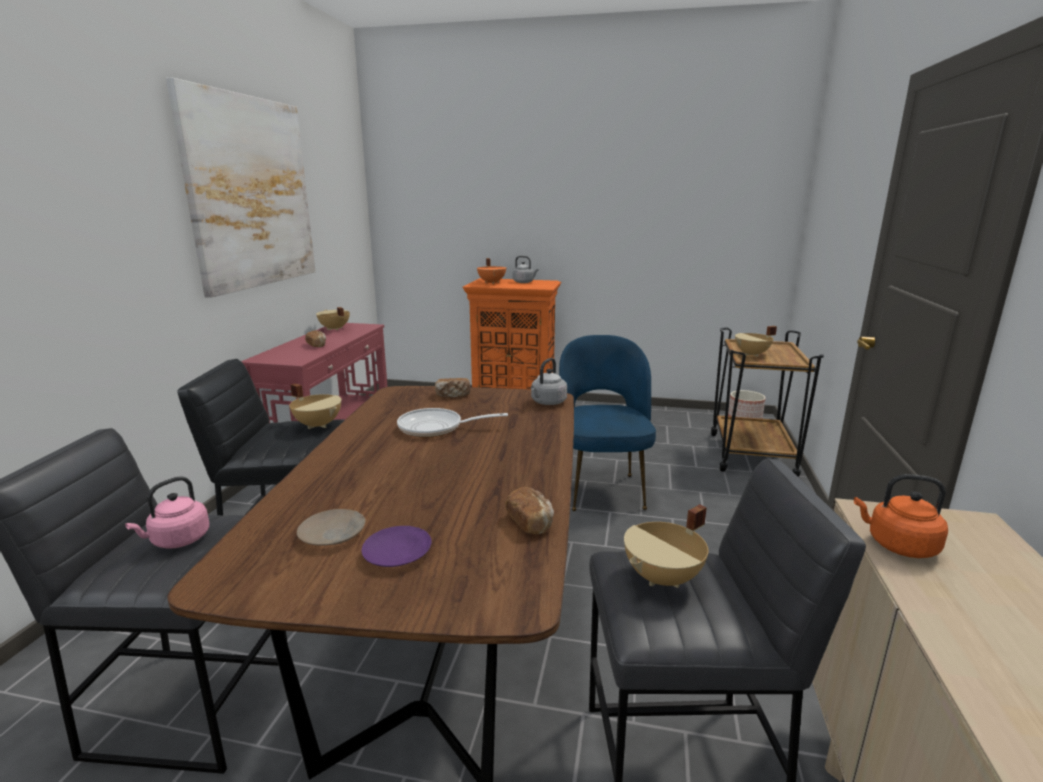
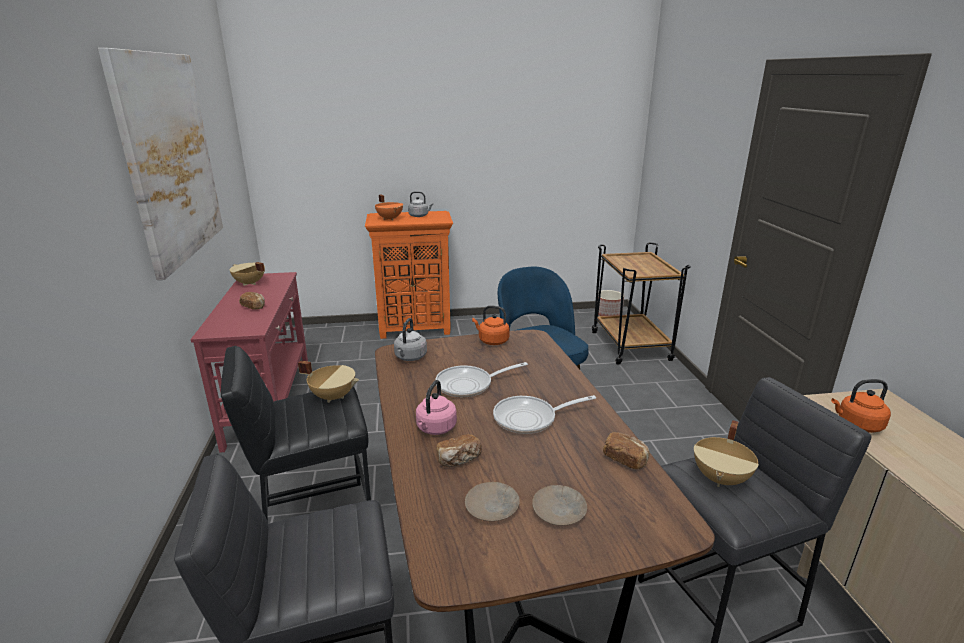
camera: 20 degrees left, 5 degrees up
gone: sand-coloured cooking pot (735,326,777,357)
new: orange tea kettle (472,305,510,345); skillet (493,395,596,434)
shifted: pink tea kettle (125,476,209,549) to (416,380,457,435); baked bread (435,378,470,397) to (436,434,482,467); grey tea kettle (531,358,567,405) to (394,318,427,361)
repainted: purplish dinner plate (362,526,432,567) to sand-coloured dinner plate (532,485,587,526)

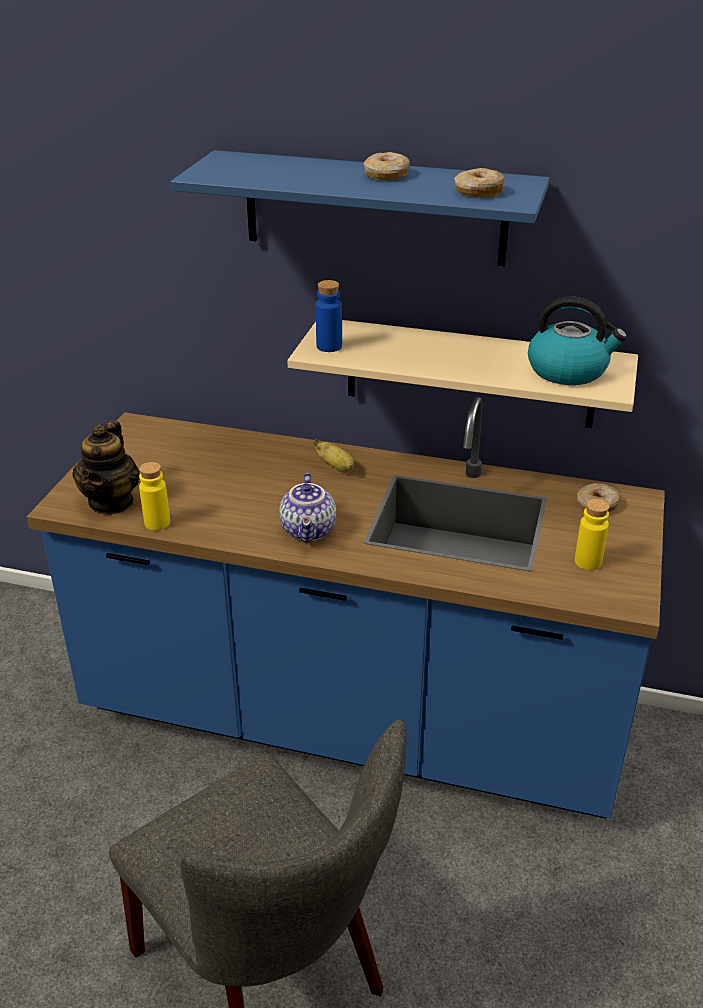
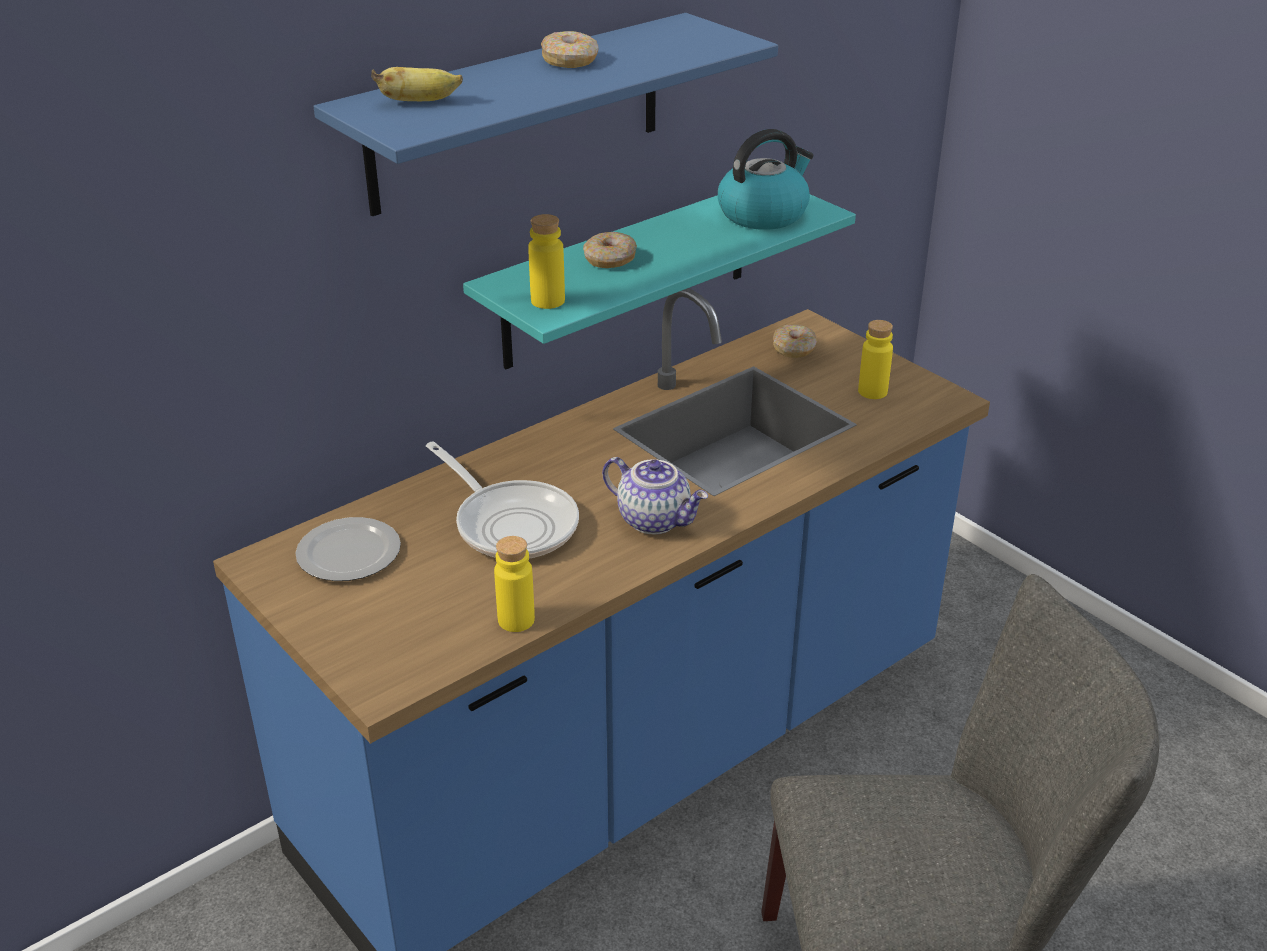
camera: 55 degrees left, 0 degrees up
gone: pot for tea (72,421,140,514)
new: dinner plate (295,517,401,581); skillet (426,442,579,558)
shifted: whole banana (314,439,354,472) to (371,67,463,101); ring doughnut (454,168,505,197) to (583,232,637,268)
repainted: sand-coloured bracket shelf (287,320,638,428) to turquoise-coloured bracket shelf (463,194,856,369); blue-coloured drink bottle (316,280,342,352) to yellowish drink bottle (528,214,565,309)

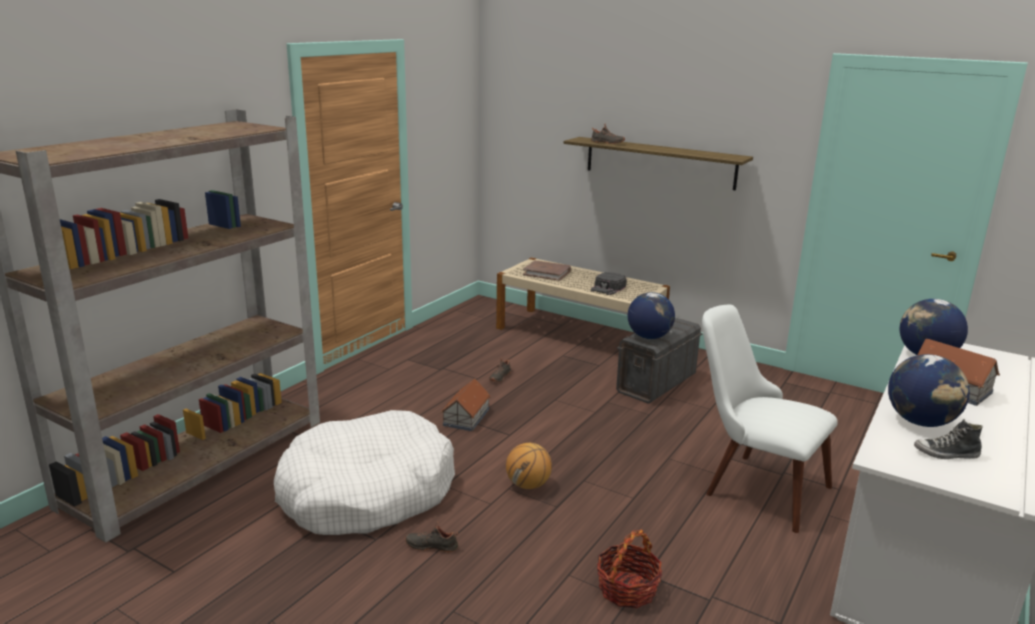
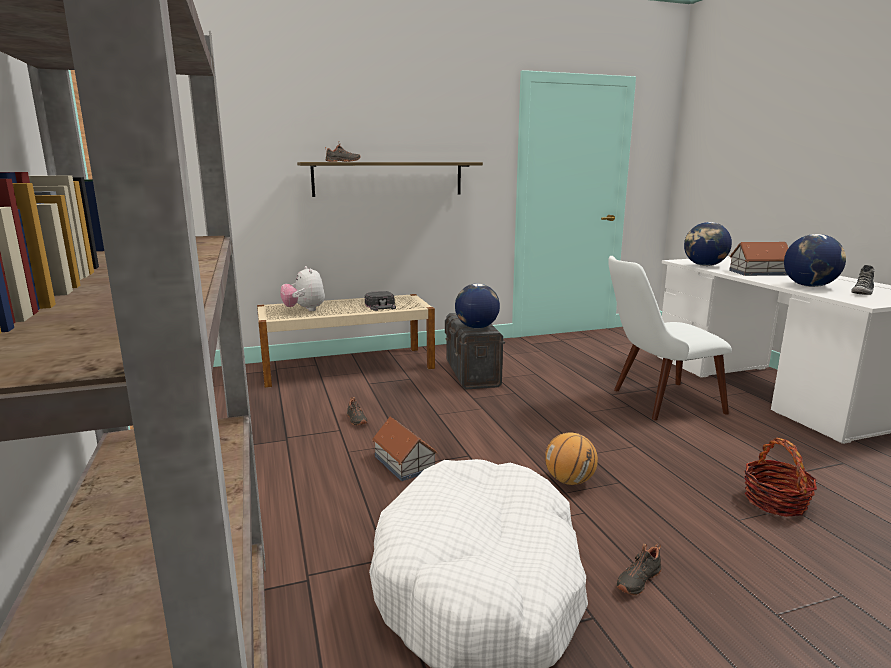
camera: 50 degrees left, 5 degrees down
swapped: brownish volume (523,260,571,281) to soft toy (281,266,325,311)

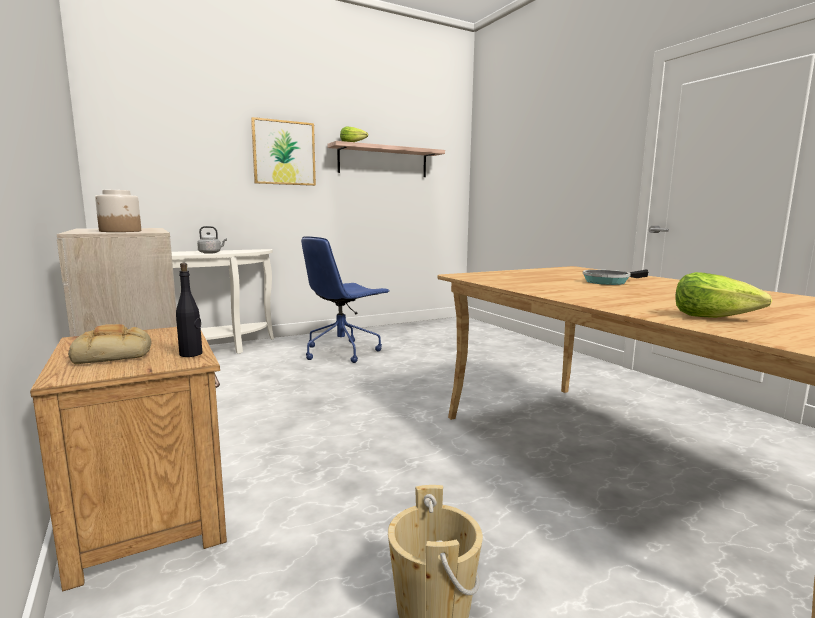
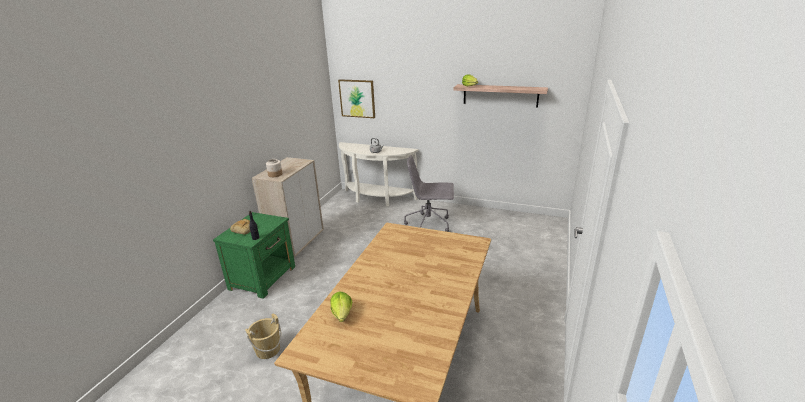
camera: 50 degrees right, 15 degrees up
gone: skillet (583,270,649,285)
shifted: wall picture (251,117,316,186) to (338,79,375,118)
repainted: brownish night table (30,327,227,592) to greenish night table (213,212,295,299); blue-coloured office chair (301,236,389,363) to grey office chair (404,155,454,232)

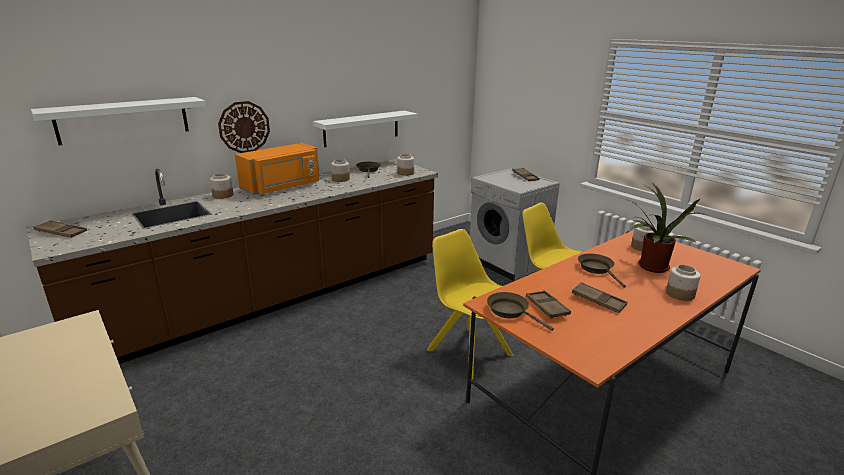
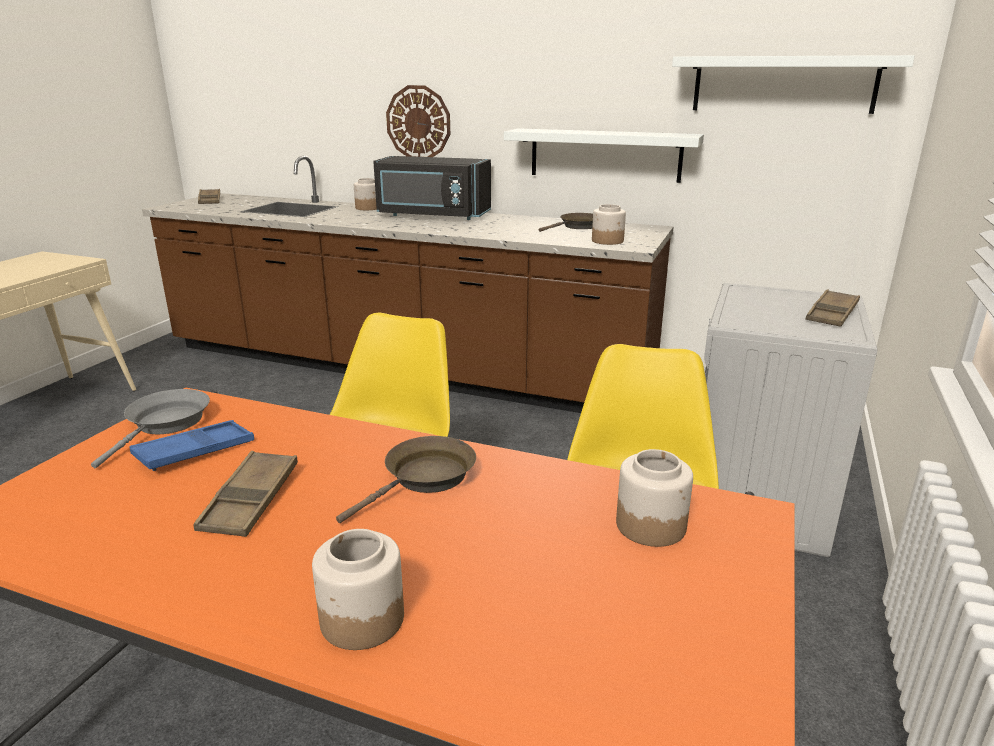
camera: 60 degrees right, 0 degrees up
gone: storage jar (331,159,350,182); houseplant (625,183,708,273)
shifted: whitish bracket shelf (31,97,206,146) to (672,55,915,114)
repainted: orange microwave oven (235,143,320,195) to black-coloured microwave oven (373,156,491,220); brownish skillet (487,292,554,331) to grey skillet (91,389,210,468); brownish tray (526,290,571,318) to blue-coloured tray (129,420,254,471)

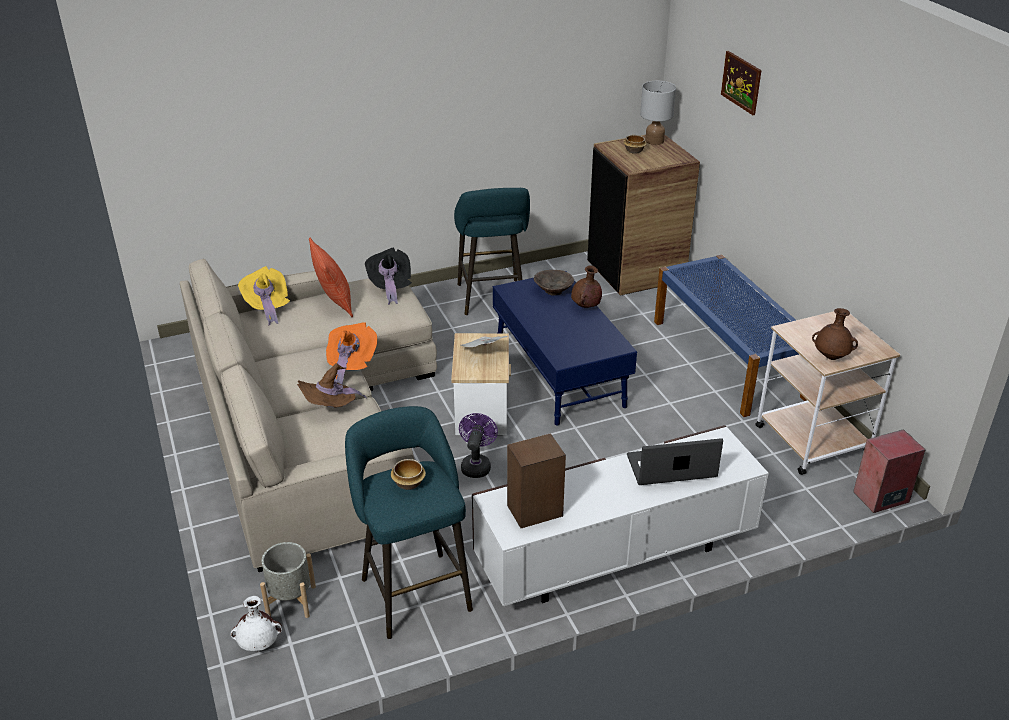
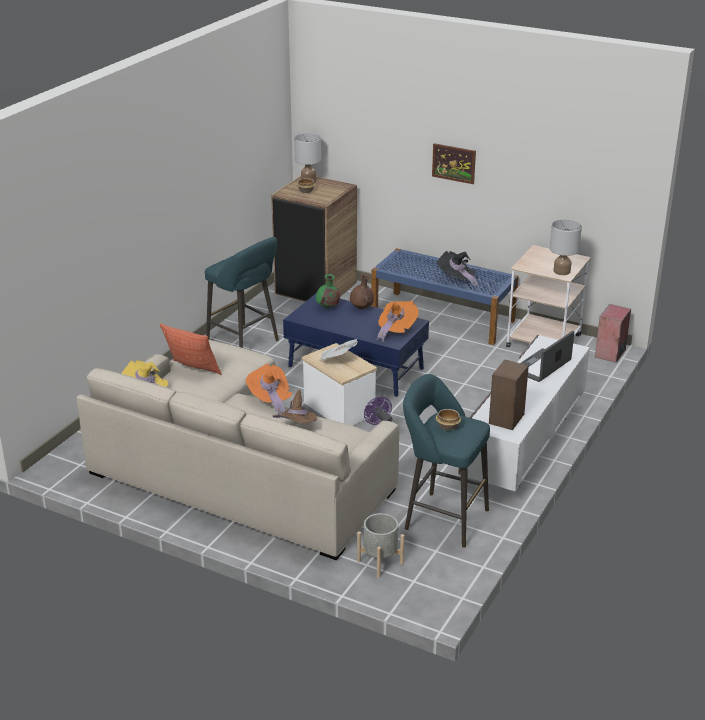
camera: 40 degrees left, 5 degrees down
gone: whitish decorative vase (230,596,282,651)
new: orange clothing hat (376,301,419,342)
shifted: black-coloured clothing hat (365,247,412,305) to (437,251,479,289); wall picture (721,51,762,115) to (432,143,476,184)
swapped: brownish deep dish (534,270,574,296) to greenish decorative vase (316,274,340,308); brownish decorative vase (812,308,858,360) to grey tabletop lamp (550,219,582,275)

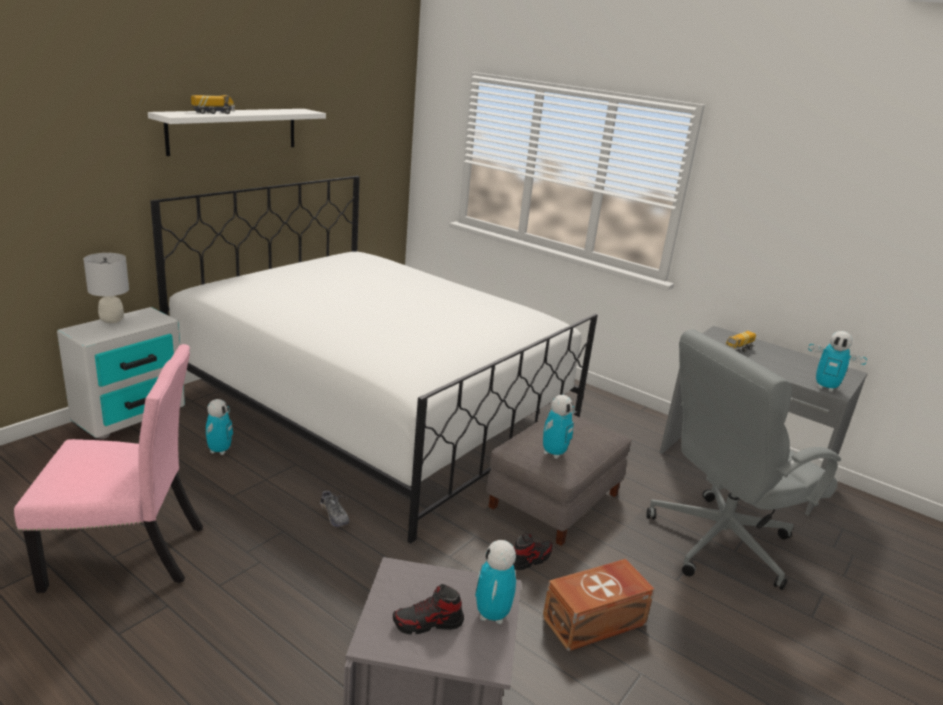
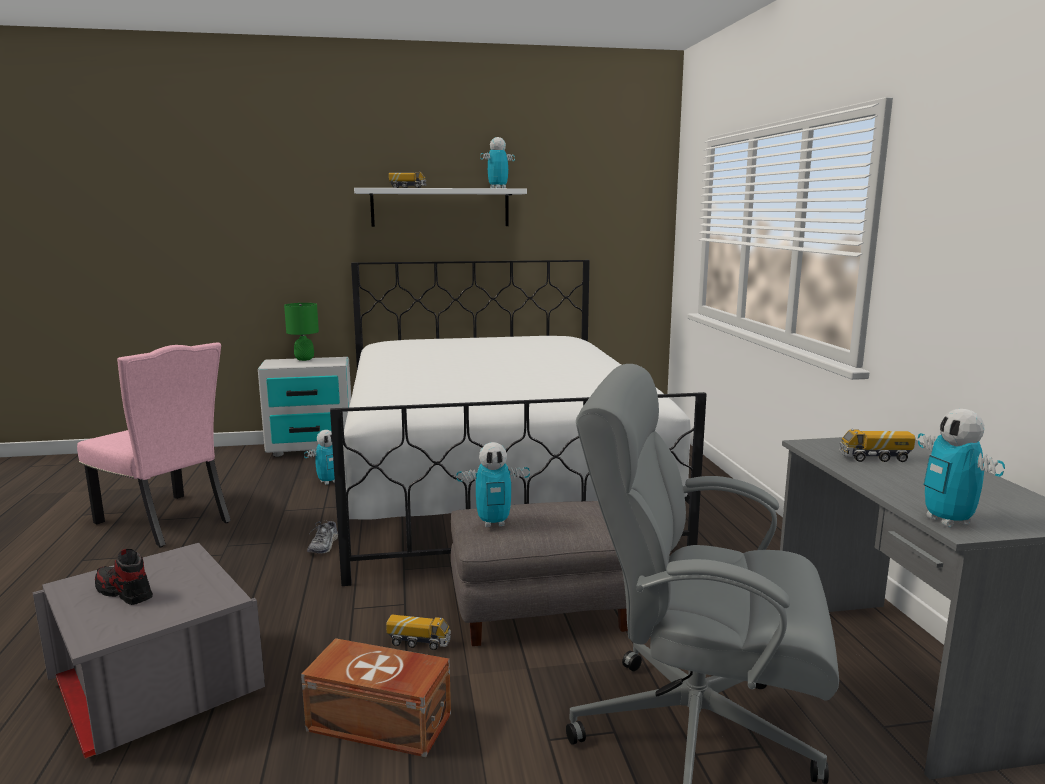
camera: 45 degrees right, 10 degrees down
shifted: model robot (475,540,516,624) to (480,137,515,188)
swapped: shoe (513,533,553,570) to toy truck (386,615,451,650)
repainted: grey tabletop lamp (83,253,129,323) to greenish tabletop lamp (284,303,319,361)

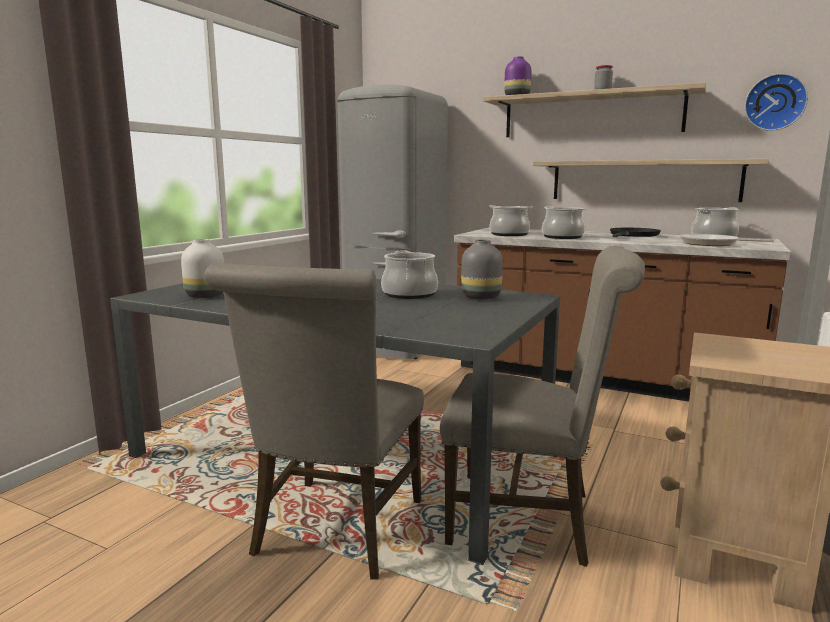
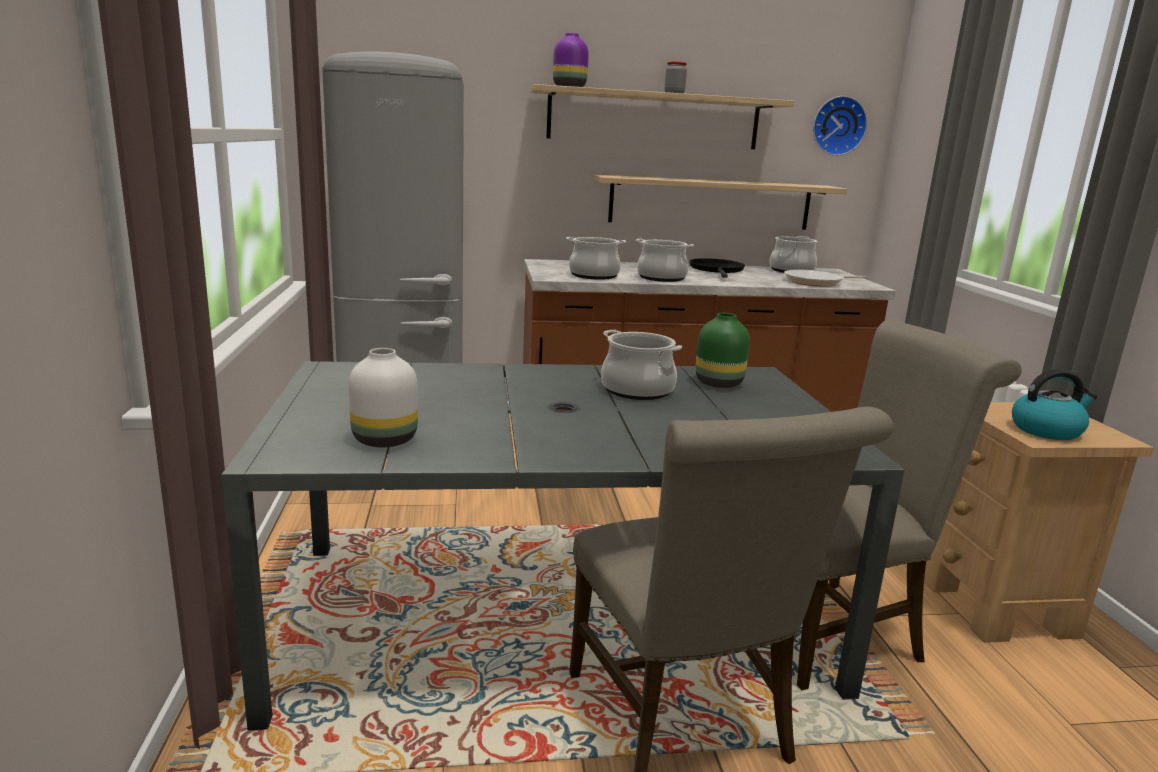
camera: 35 degrees left, 5 degrees up
new: tea kettle (1012,369,1097,440)
repainted: grey decorative vase (461,239,503,299) to greenish decorative vase (695,313,750,388)

